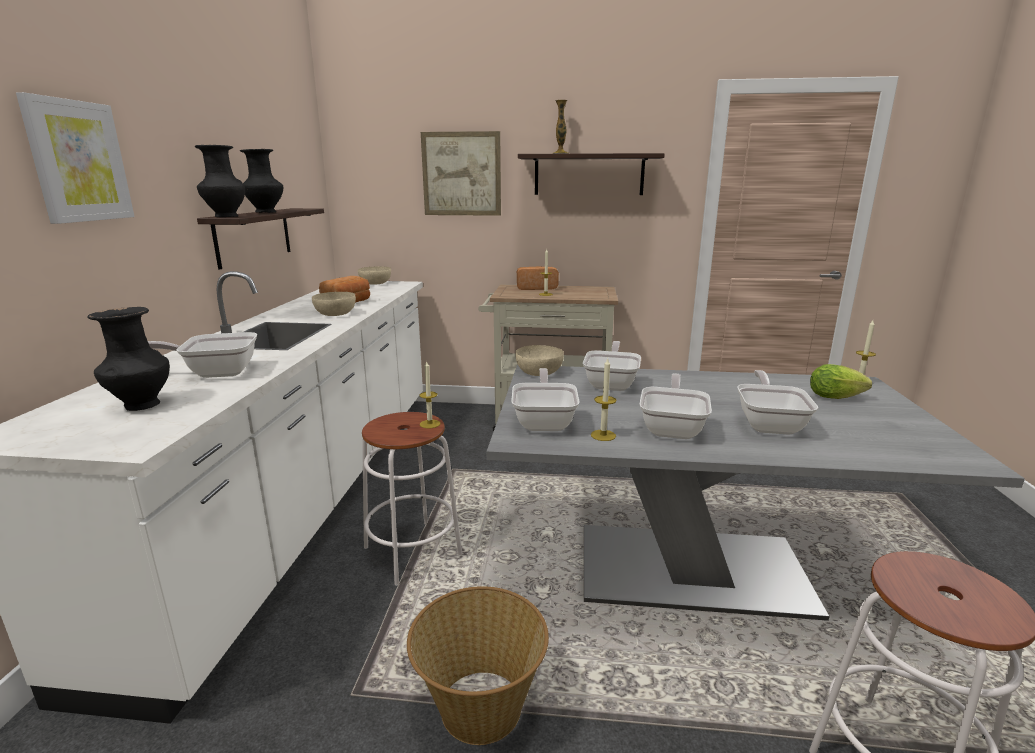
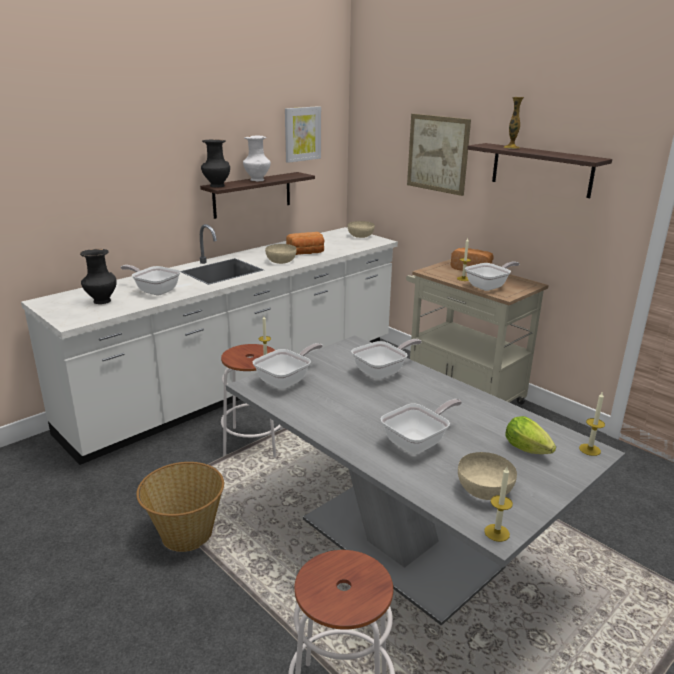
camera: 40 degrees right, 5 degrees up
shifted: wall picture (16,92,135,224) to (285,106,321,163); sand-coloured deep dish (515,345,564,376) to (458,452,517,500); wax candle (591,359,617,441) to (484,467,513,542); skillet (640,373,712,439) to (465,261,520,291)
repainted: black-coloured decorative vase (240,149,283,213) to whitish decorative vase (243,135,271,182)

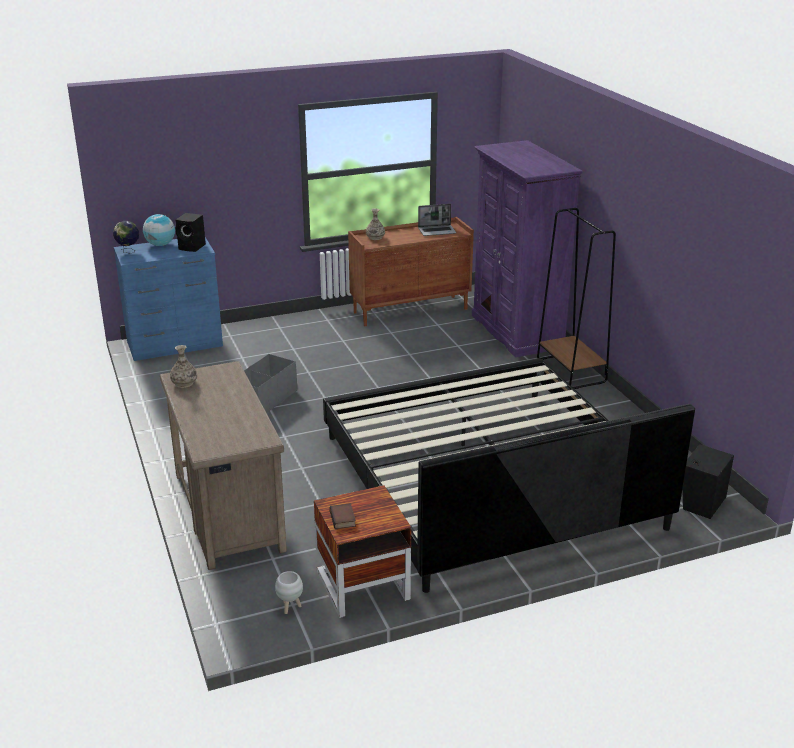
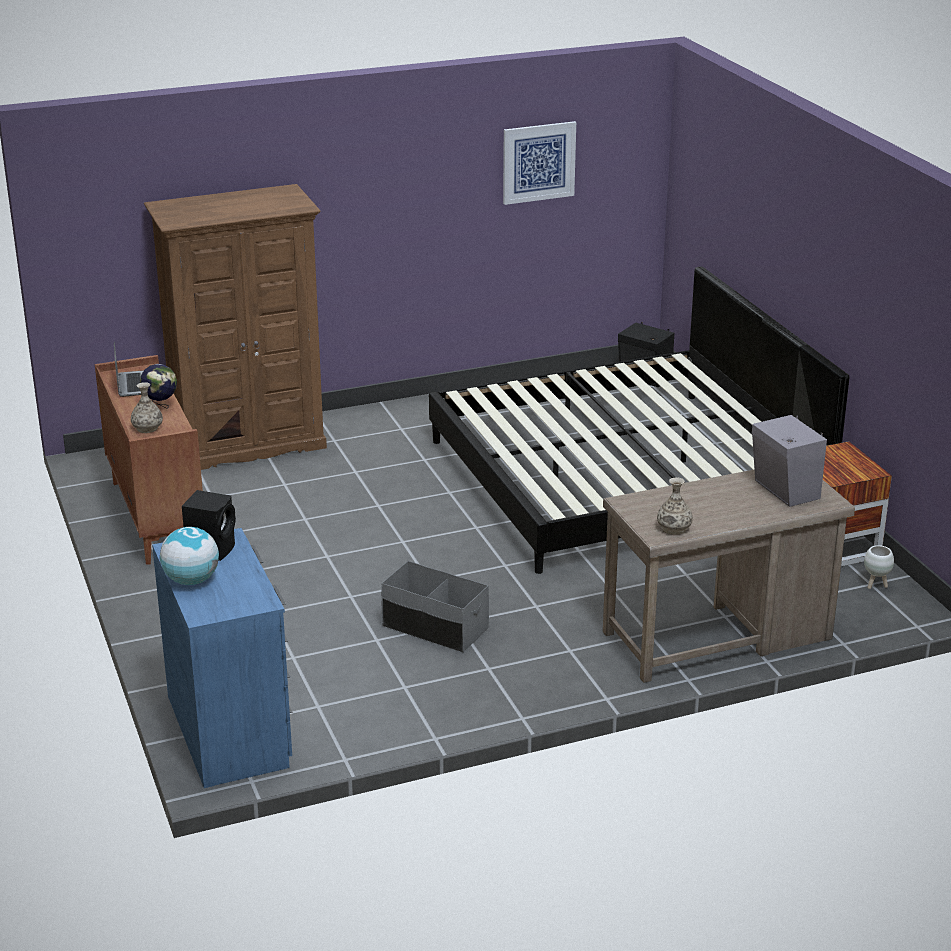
camera: 90 degrees left, 0 degrees up
gone: volume (329,503,356,529); garment rack (537,208,616,389)
new: wall picture (503,121,576,205); grey speaker (752,415,827,507)
shifted: world globe (113,221,139,254) to (140,364,177,409)
repainted: purplish wardrobe (472,140,583,357) to brownish wardrobe (144,184,327,470)

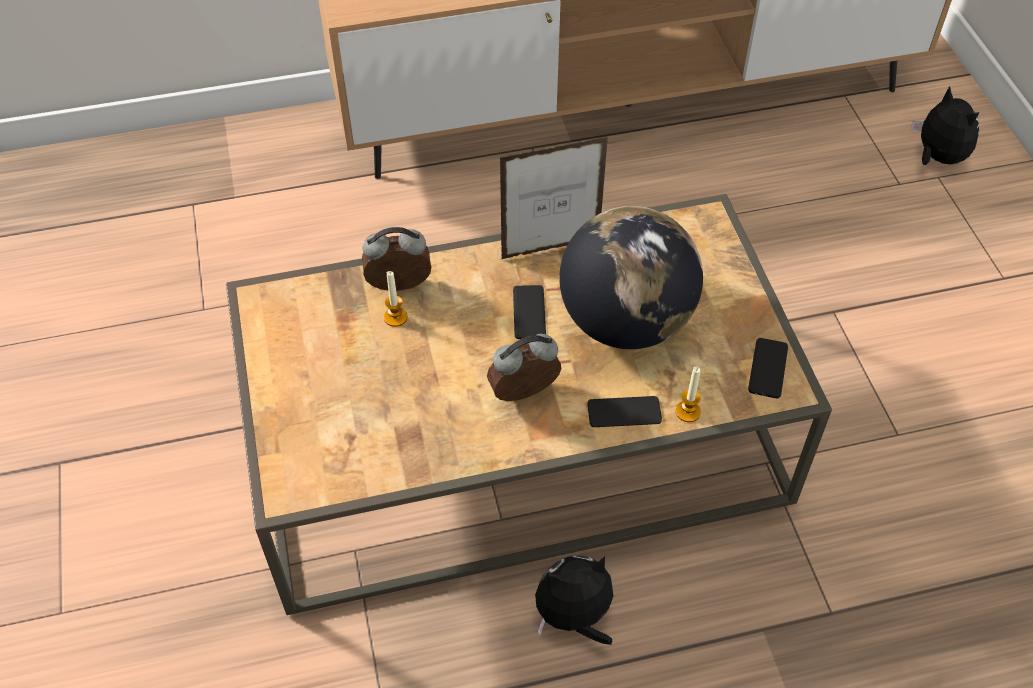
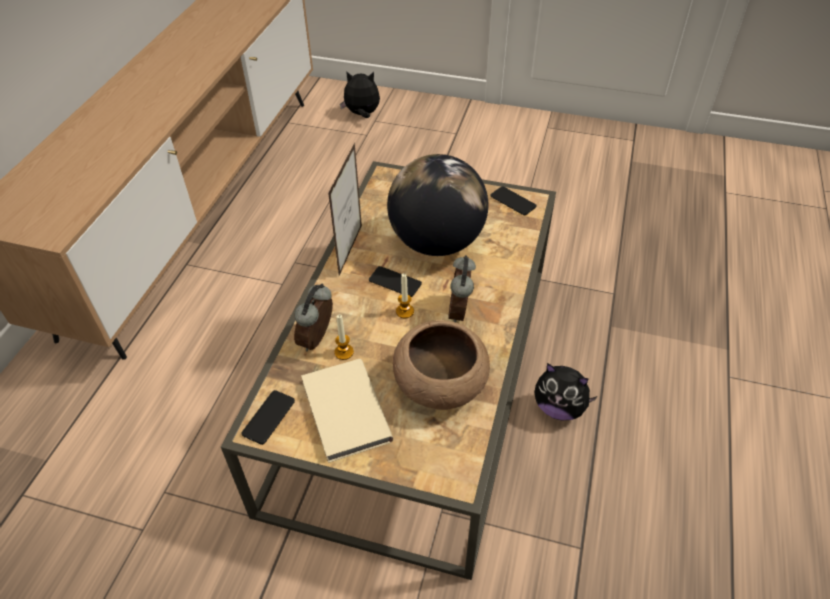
camera: 60 degrees left, 5 degrees down
new: sand-coloured volume (301,359,393,463); brownish deep dish (393,320,490,410)
shifted: telephone (587,396,662,427) to (242,390,295,445); wax candle (676,366,701,422) to (396,273,414,318)
rotated: soft toy (535,555,613,645) = (535,363,598,420) 75 degrees counterclockwise

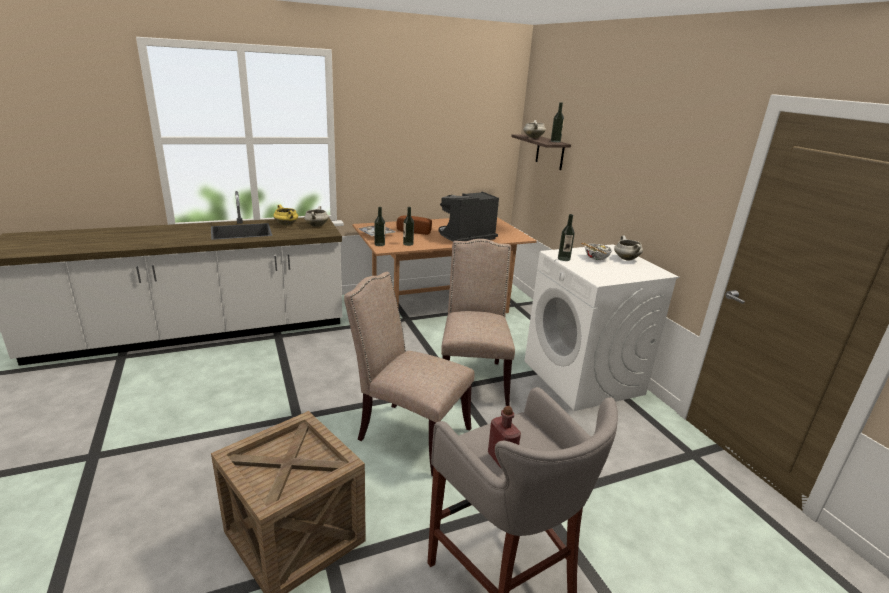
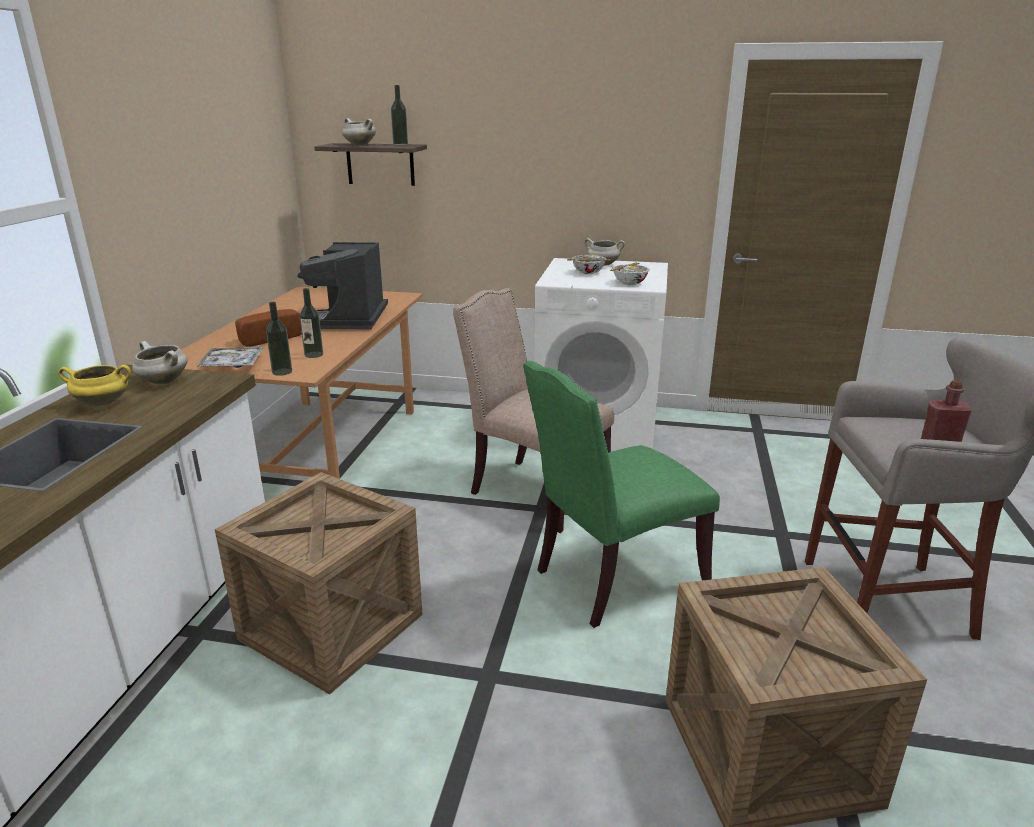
camera: 55 degrees left, 0 degrees up
gone: drink bottle (558,214,575,261)
new: packing crate (215,472,423,695); deep dish (610,262,650,285)
repainted: sand-coloured plain chair (344,272,474,477) to greenish plain chair (523,361,720,628)

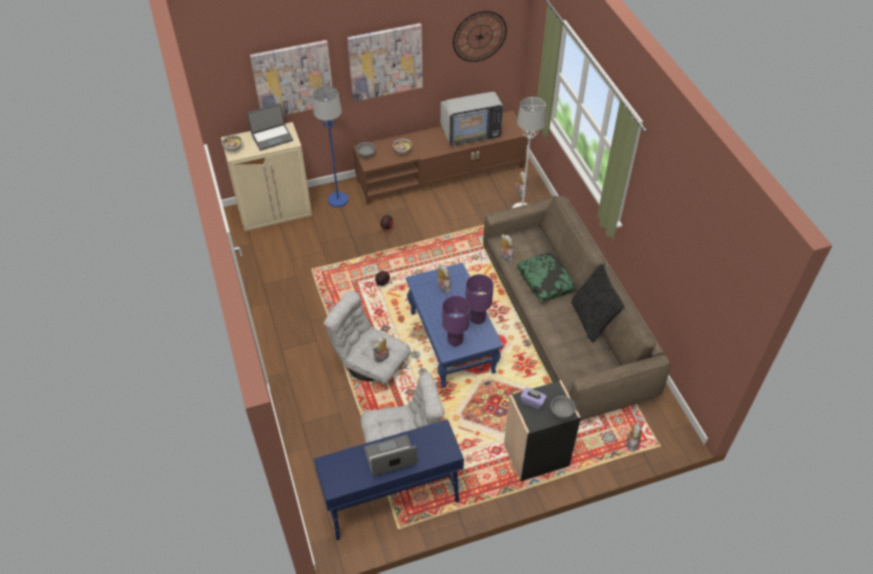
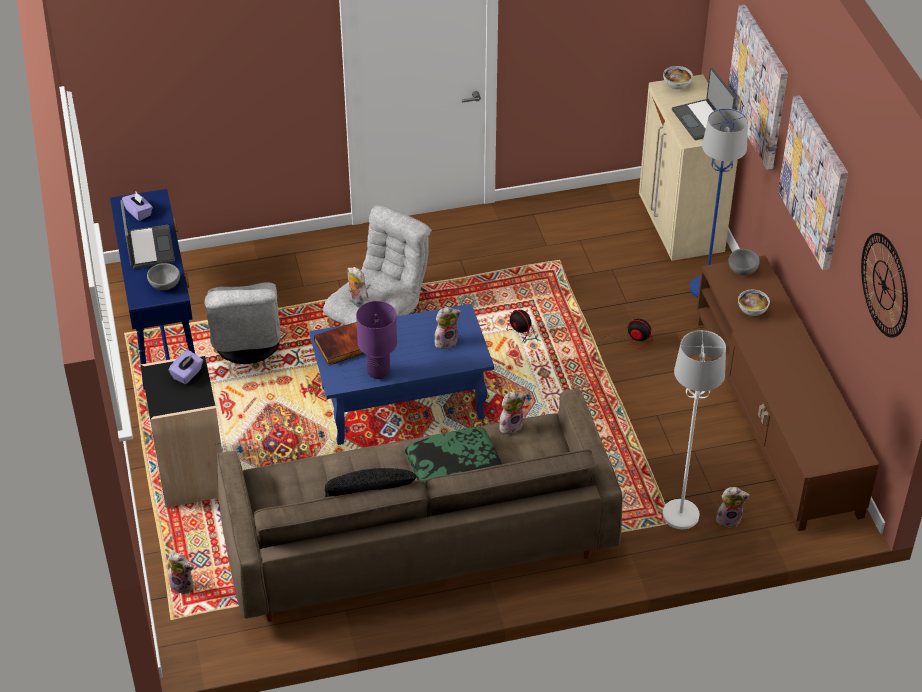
camera: 95 degrees right, 5 degrees down
gone: TV (440,92,503,146)
new: purplish tissue box (122,192,153,221)
shifted: grey deep dish (550,396,576,419) to (147,263,180,290)
swapped: purplish tabletop lamp (442,296,470,346) to volume (314,322,365,365)

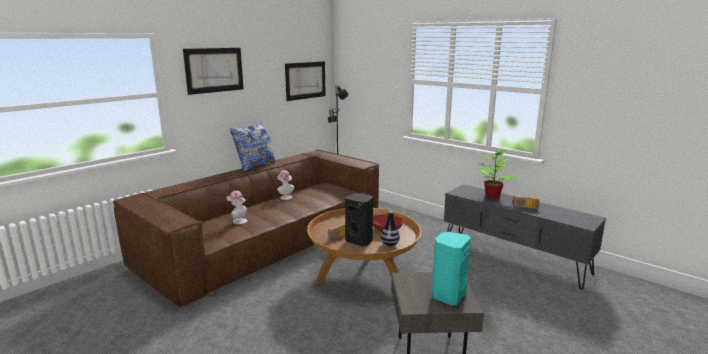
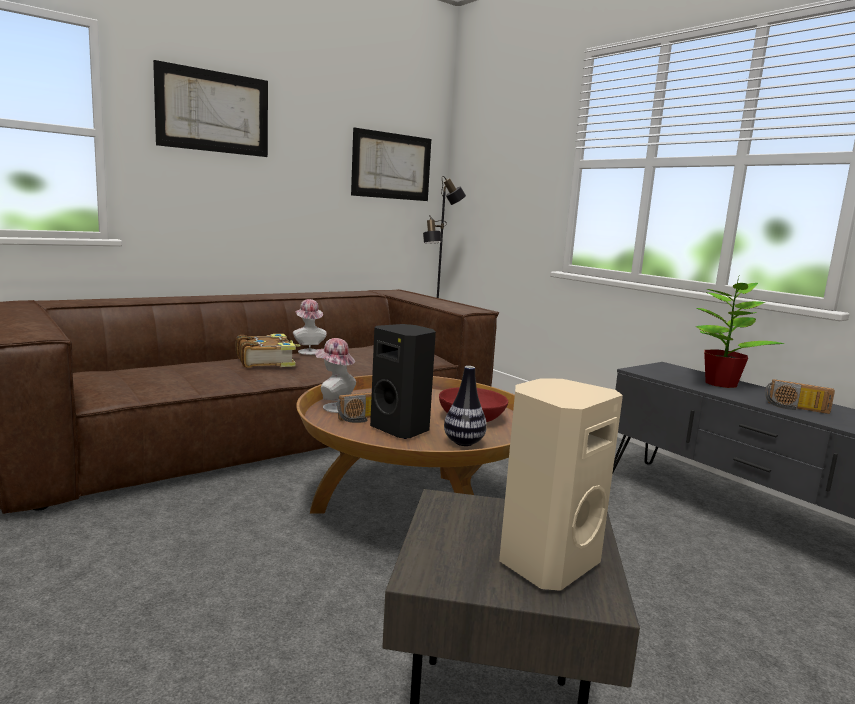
camera: 10 degrees right, 5 degrees down
gone: blue-coloured pillow (230,122,275,172)
new: volume (236,334,301,368)
shifted: clothing hat (226,191,247,224) to (315,338,356,413)
repainted: turquoise-coloured speaker (432,232,471,306) to sand-coloured speaker (499,379,623,591)

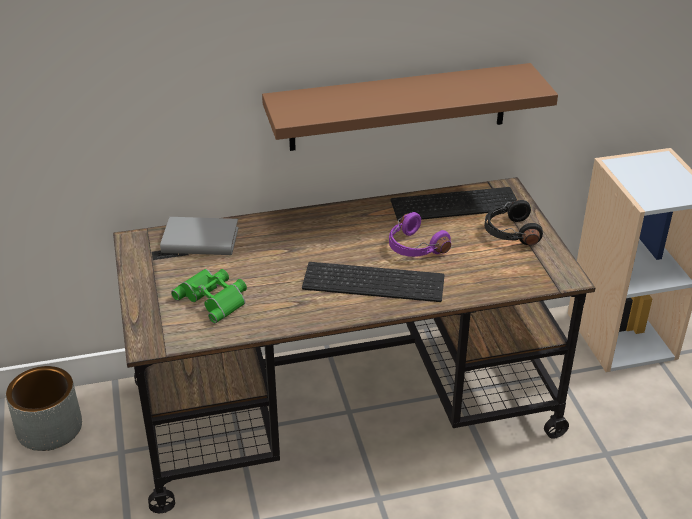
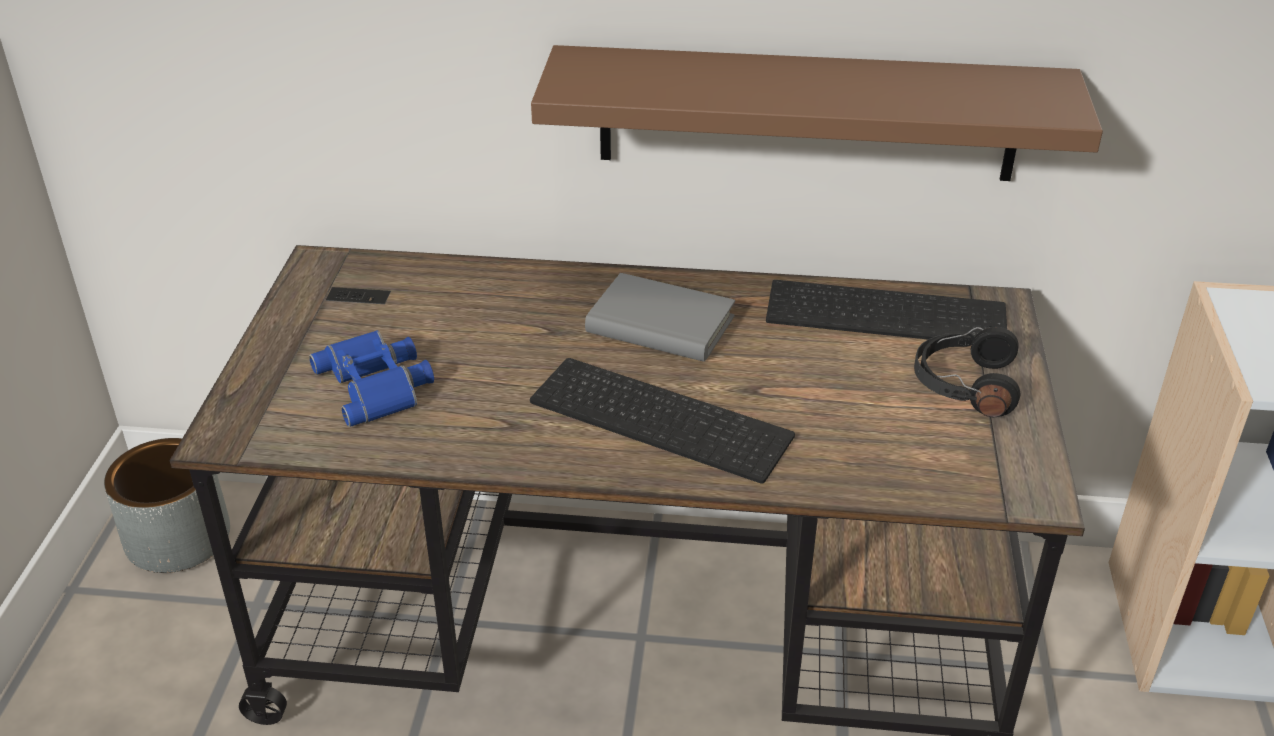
camera: 20 degrees right, 0 degrees up
gone: purplish pair of headphones (389,212,451,257)
shifted: grey volume (160,217,239,255) to (585,273,735,362)
repainted: greenish field glasses (171,269,247,323) to blue-coloured field glasses (309,330,434,427)

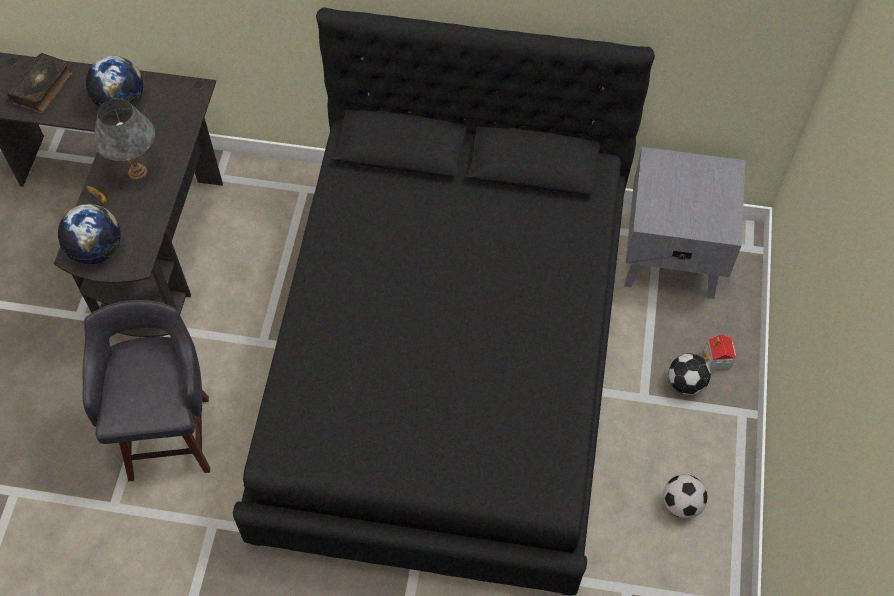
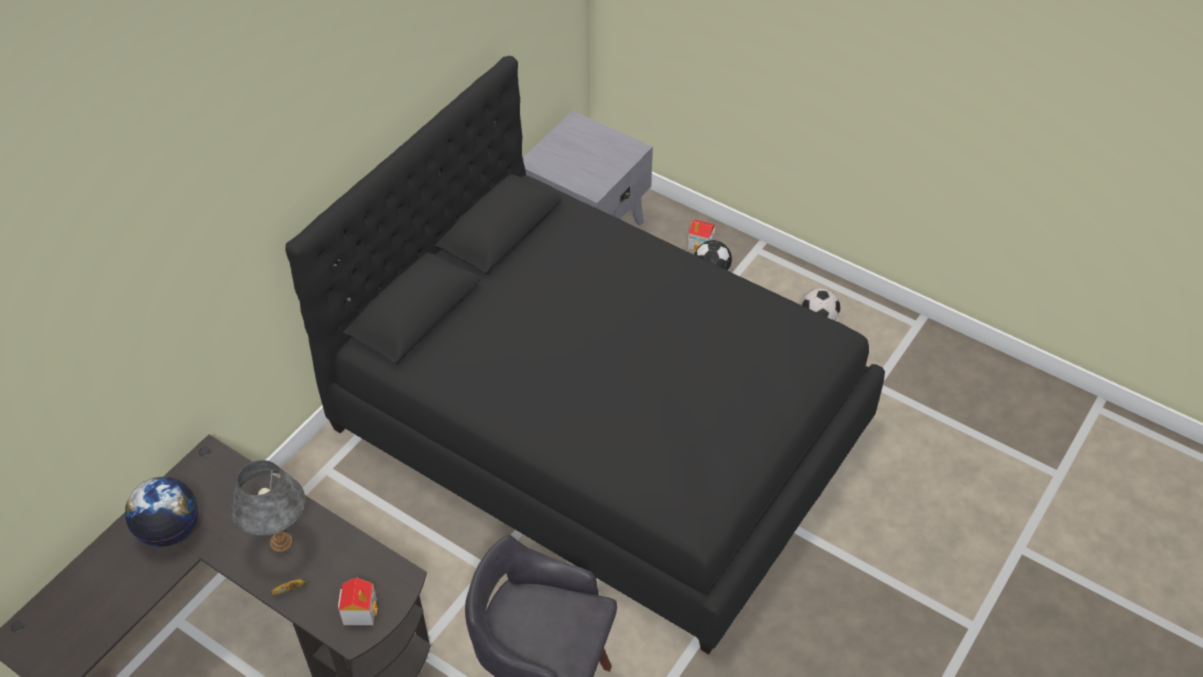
camera: 65 degrees left, 10 degrees down
gone: volume (7,53,73,113)
swapped: world globe (58,204,121,264) to miniature house (338,577,377,625)

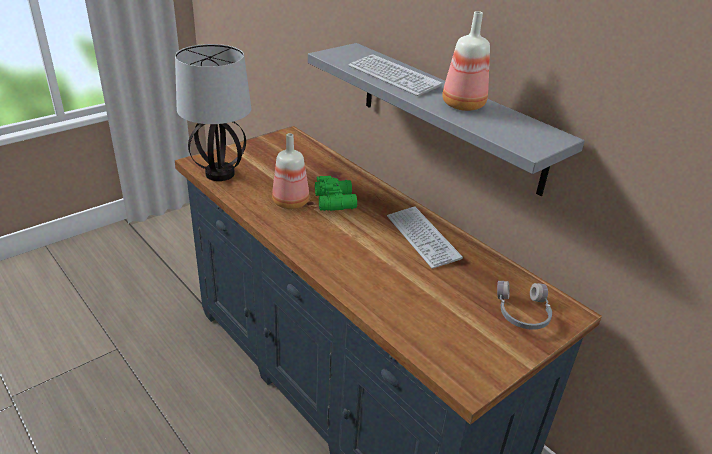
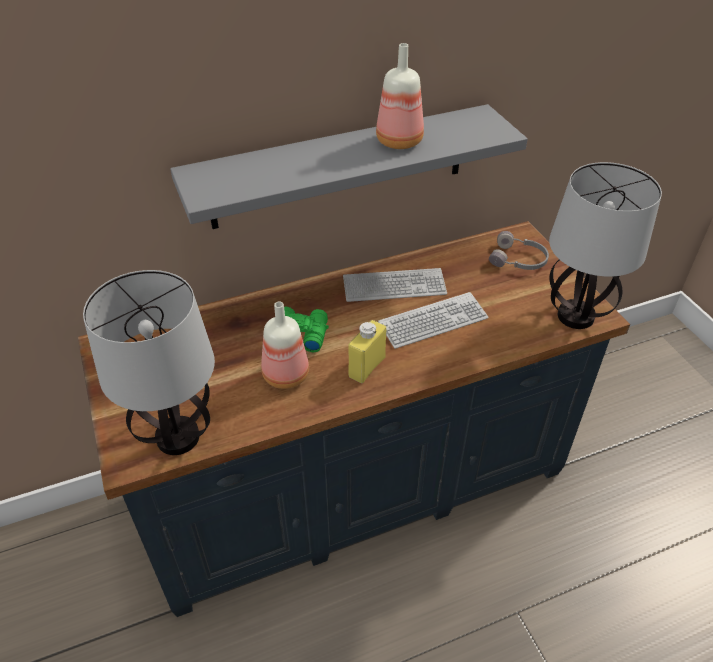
camera: 70 degrees left, 10 degrees up
new: yellowish drink bottle (348,320,386,383); tabletop lamp (549,162,662,329)
shifted: computer keyboard (349,54,442,96) to (378,292,488,349)

